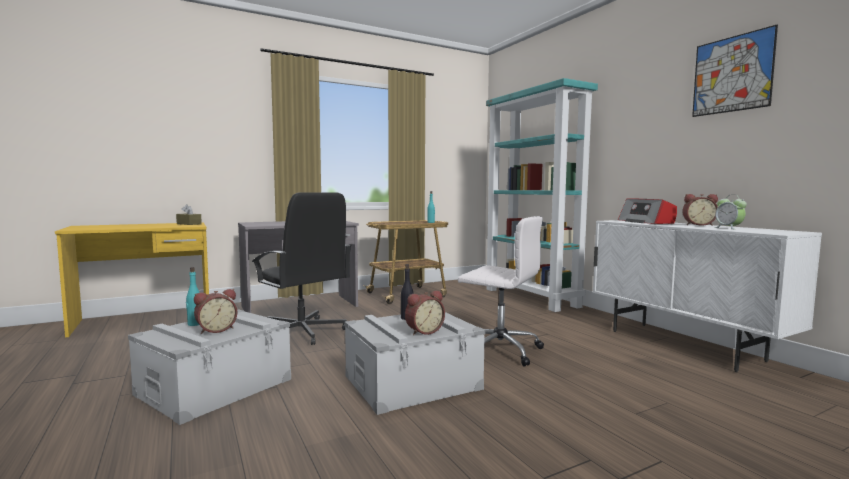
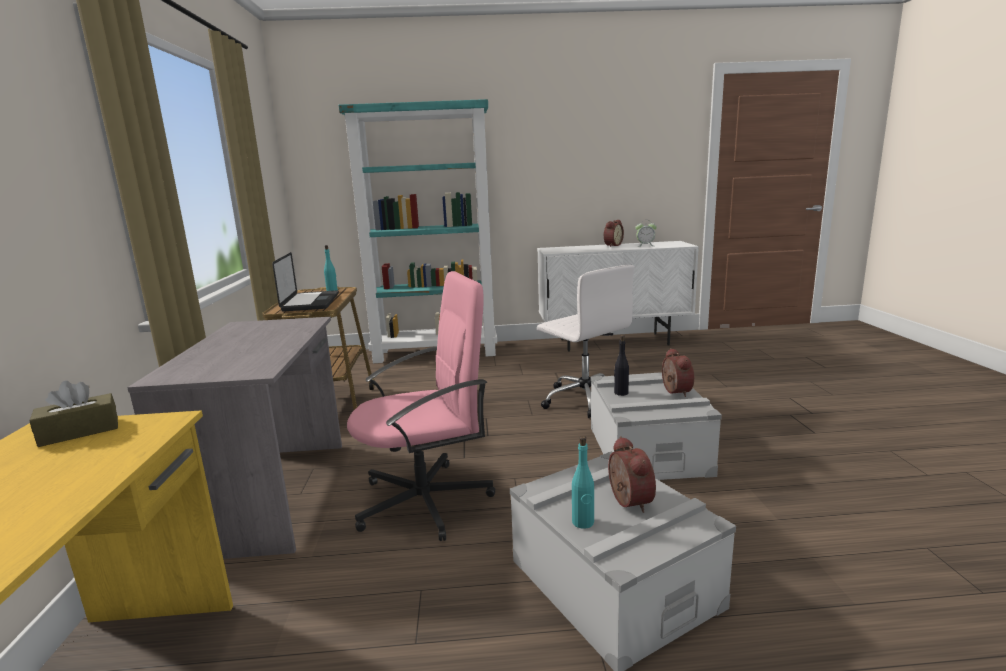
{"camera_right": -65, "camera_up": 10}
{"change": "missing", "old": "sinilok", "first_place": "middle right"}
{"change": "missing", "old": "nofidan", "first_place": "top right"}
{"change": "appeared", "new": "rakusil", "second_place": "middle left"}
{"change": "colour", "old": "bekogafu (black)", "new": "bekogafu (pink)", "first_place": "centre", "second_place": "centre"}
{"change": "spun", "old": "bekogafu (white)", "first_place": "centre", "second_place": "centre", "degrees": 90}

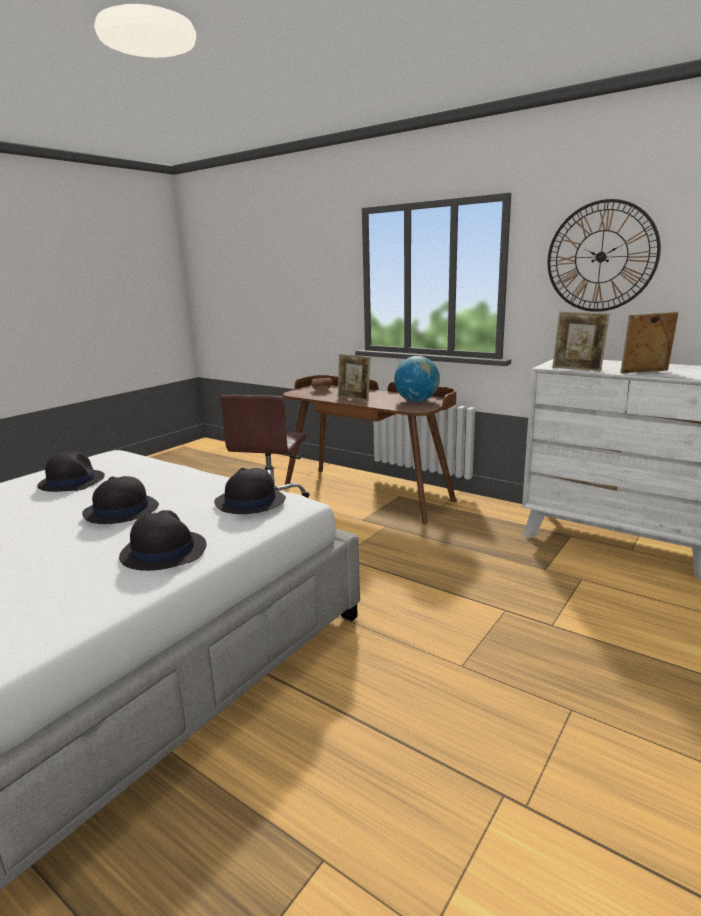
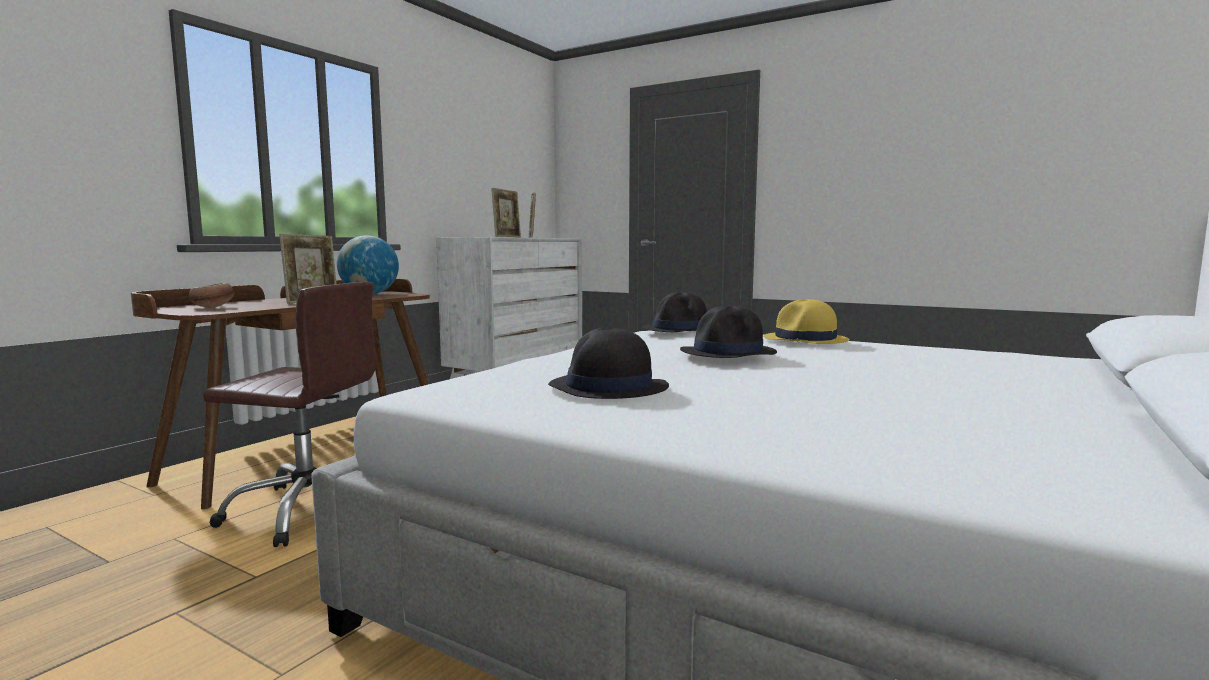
{"camera_right": -95, "camera_up": -10}
{"change": "missing", "old": "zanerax", "first_place": "top right"}
{"change": "colour", "old": "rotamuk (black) (no. 3 from left)", "new": "rotamuk (yellow)", "first_place": "middle left", "second_place": "middle right"}

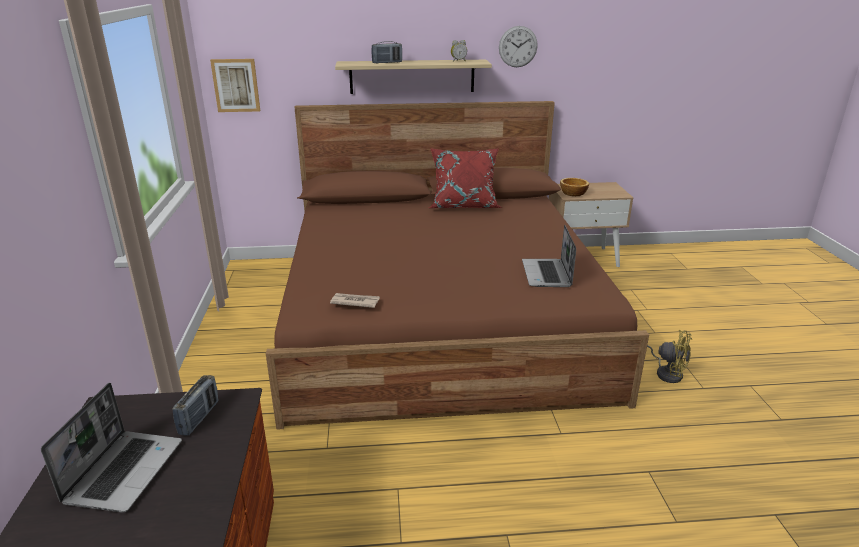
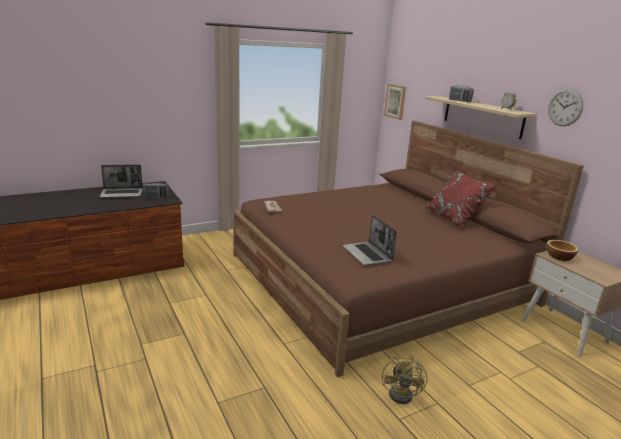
{"camera_right": 65, "camera_up": -5}
{"change": "spun", "old": "rakusil (no. 2 from left)", "first_place": "centre", "second_place": "centre", "degrees": -90}

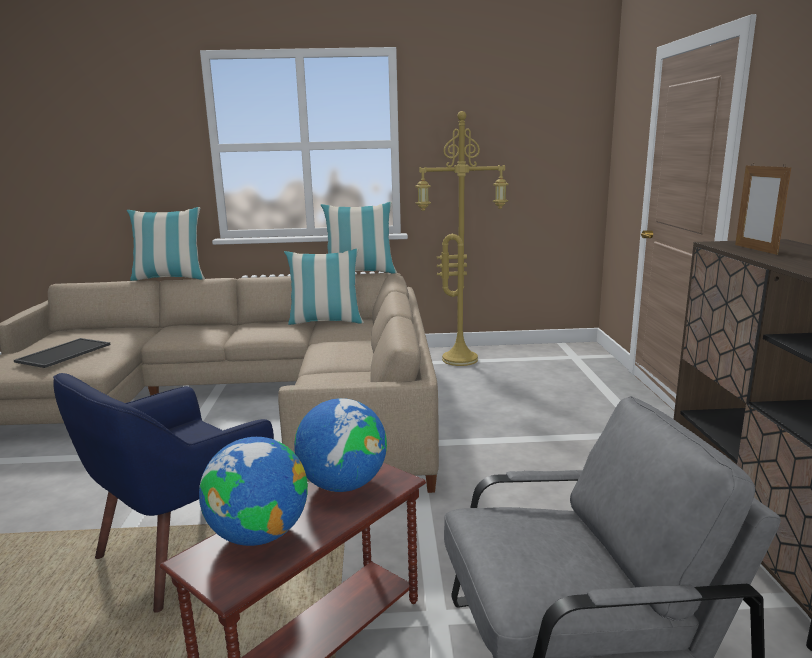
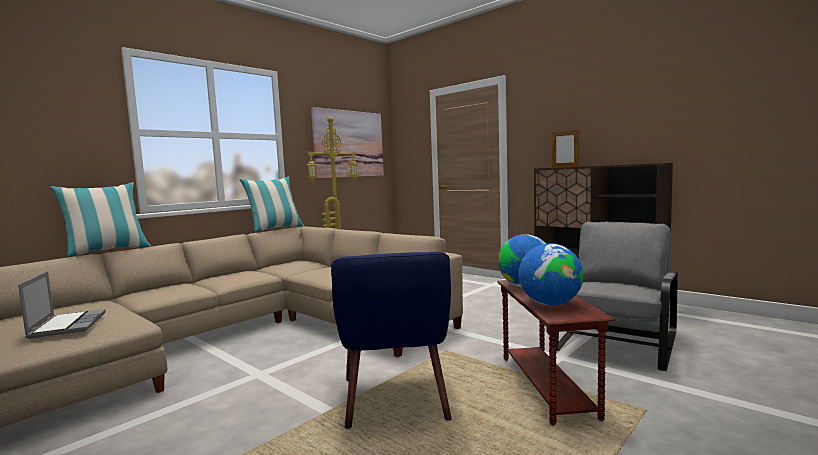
{"camera_right": -45, "camera_up": -10}
{"change": "missing", "old": "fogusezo (no. 2 from left)", "first_place": "centre"}
{"change": "appeared", "new": "nofidan", "second_place": "top centre"}
{"change": "exchanged", "old": "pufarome", "new": "rakusil", "first_place": "middle left", "second_place": "bottom left"}

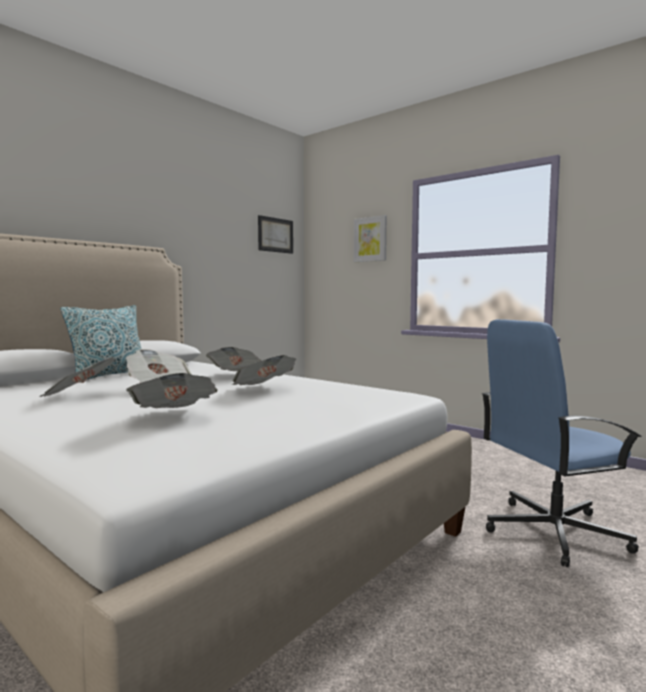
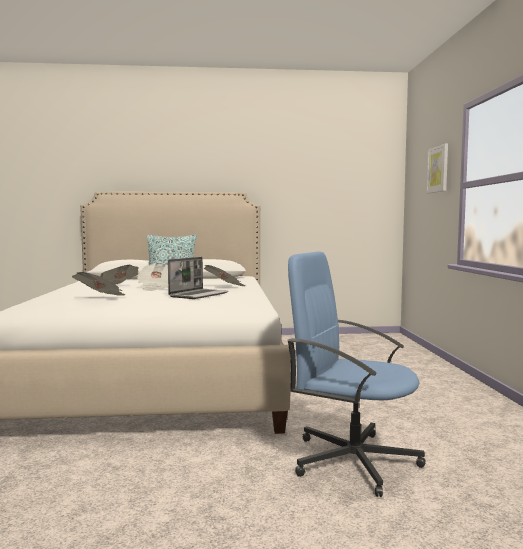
{"camera_right": 45, "camera_up": 0}
{"change": "missing", "old": "nofidan (no. 1 from left)", "first_place": "centre"}
{"change": "exchanged", "old": "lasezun (no. 5 from left)", "new": "rakusil", "first_place": "centre", "second_place": "centre"}

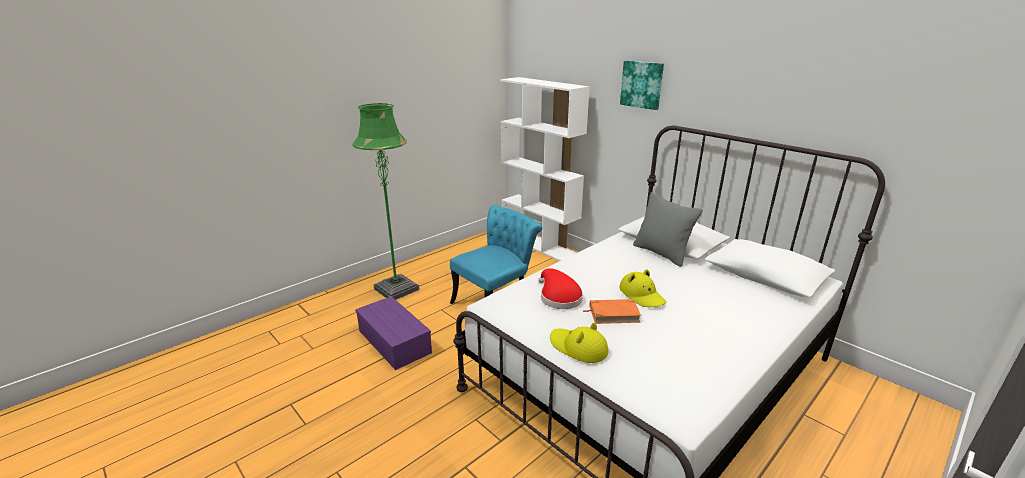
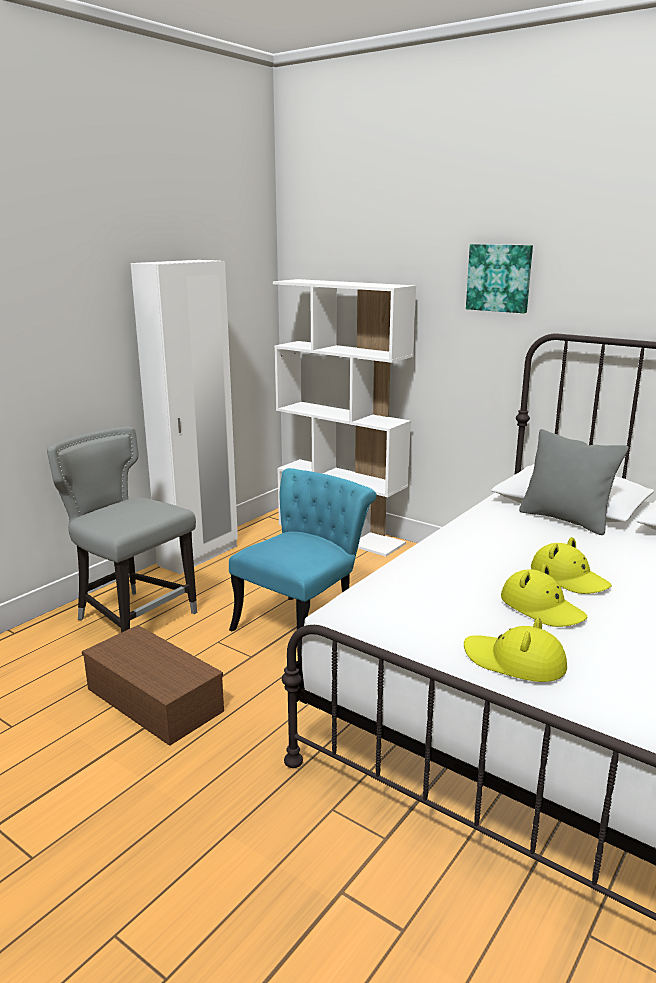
{"camera_right": -10, "camera_up": -5}
{"change": "missing", "old": "rotamuk (red)", "first_place": "centre"}
{"change": "appeared", "new": "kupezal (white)", "second_place": "middle left"}
{"change": "exchanged", "old": "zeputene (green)", "new": "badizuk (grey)", "first_place": "centre", "second_place": "middle left"}
{"change": "exchanged", "old": "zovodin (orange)", "new": "rotamuk (yellow) (no. 2 from left)", "first_place": "centre", "second_place": "middle right"}
{"change": "colour", "old": "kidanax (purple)", "new": "kidanax (brown)", "first_place": "bottom centre", "second_place": "bottom left"}

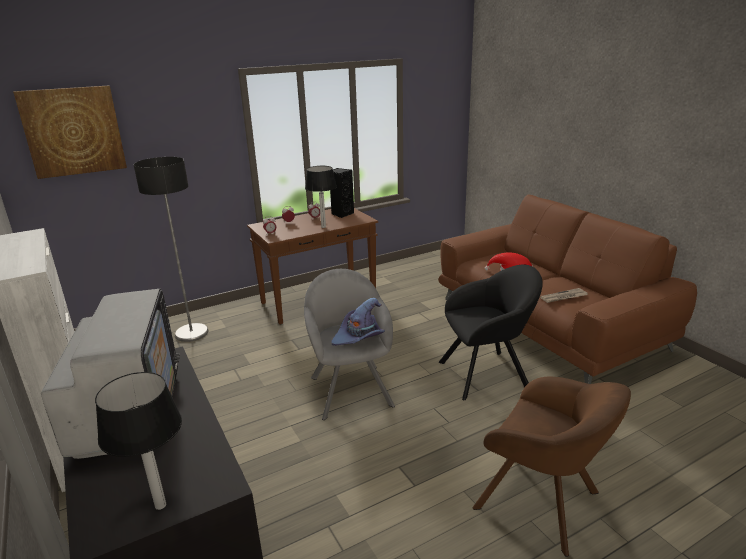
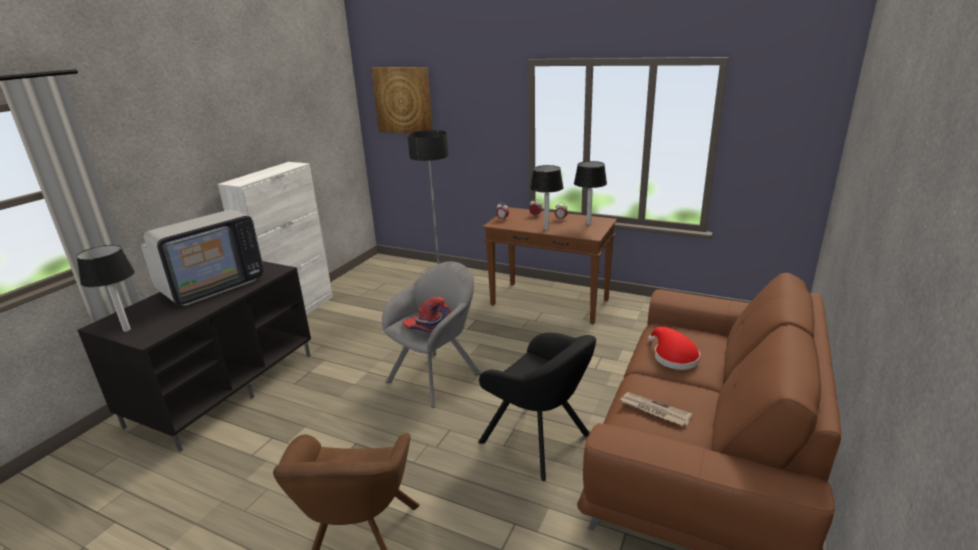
{"camera_right": 55, "camera_up": 0}
{"change": "exchanged", "old": "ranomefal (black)", "new": "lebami (no. 3 from left)", "first_place": "centre", "second_place": "centre"}
{"change": "colour", "old": "rotamuk (purple)", "new": "rotamuk (red) (no. 1 from left)", "first_place": "centre", "second_place": "centre"}

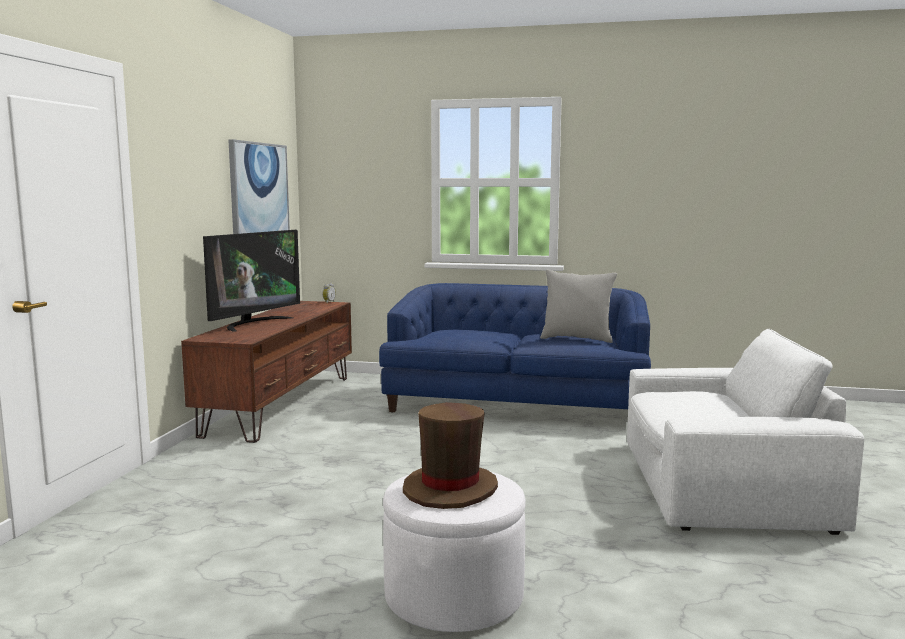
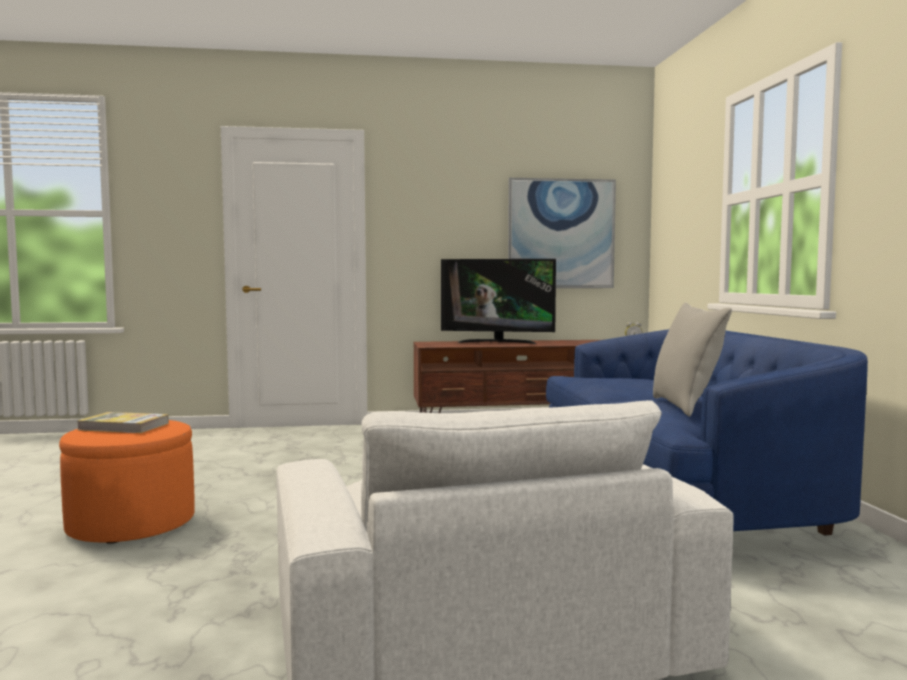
{"camera_right": 70, "camera_up": -5}
{"change": "exchanged", "old": "rotamuk (brown)", "new": "zovodin", "first_place": "bottom centre", "second_place": "middle left"}
{"change": "colour", "old": "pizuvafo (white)", "new": "pizuvafo (orange)", "first_place": "bottom centre", "second_place": "bottom left"}

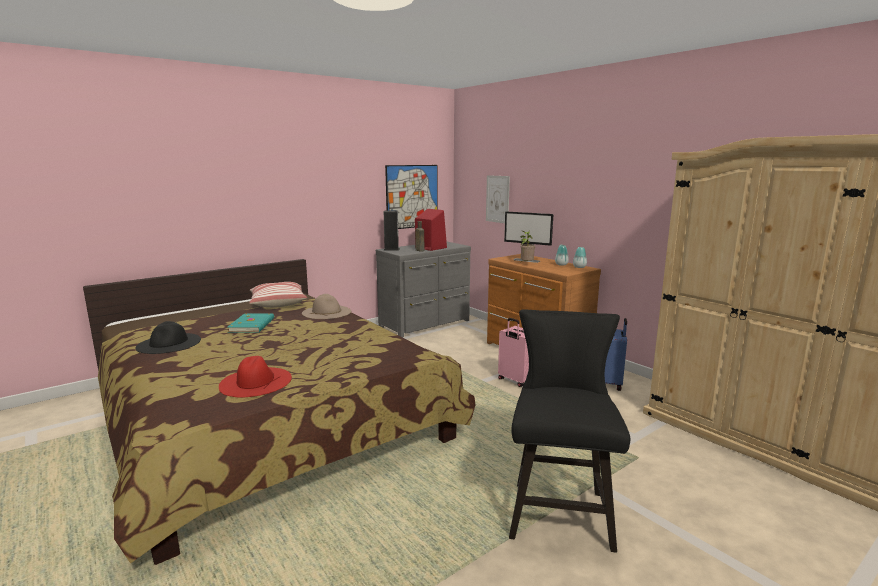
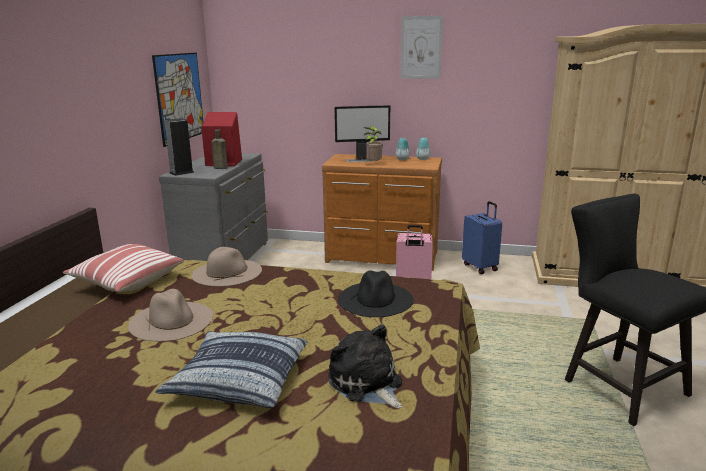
{"camera_right": -40, "camera_up": 5}
{"change": "appeared", "new": "fogusezo (no. 2 from left)", "second_place": "bottom left"}
{"change": "relocated", "old": "rotamuk (black)", "first_place": "middle left", "second_place": "centre"}
{"change": "relocated", "old": "nofidan (no. 2 from left)", "first_place": "centre", "second_place": "top centre"}
{"change": "exchanged", "old": "rotamuk (red)", "new": "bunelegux", "first_place": "middle left", "second_place": "bottom centre"}
{"change": "exchanged", "old": "zovodin (turquoise)", "new": "rotamuk (beige) (no. 1 from left)", "first_place": "middle left", "second_place": "bottom left"}

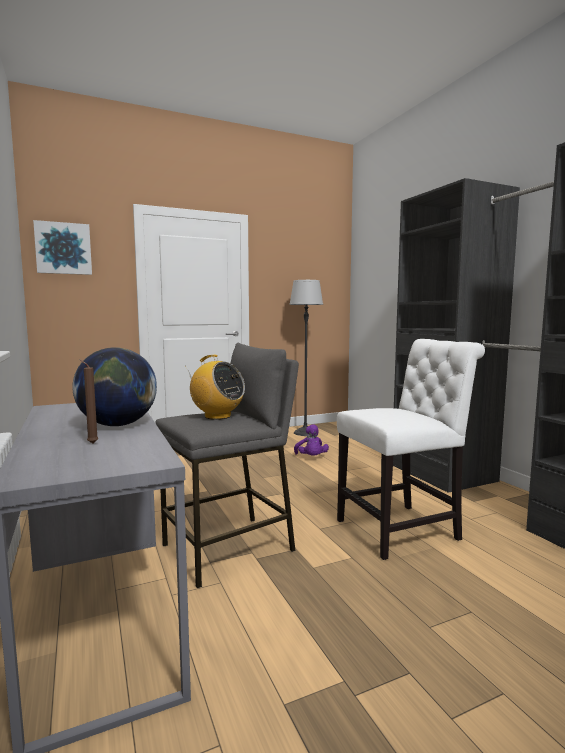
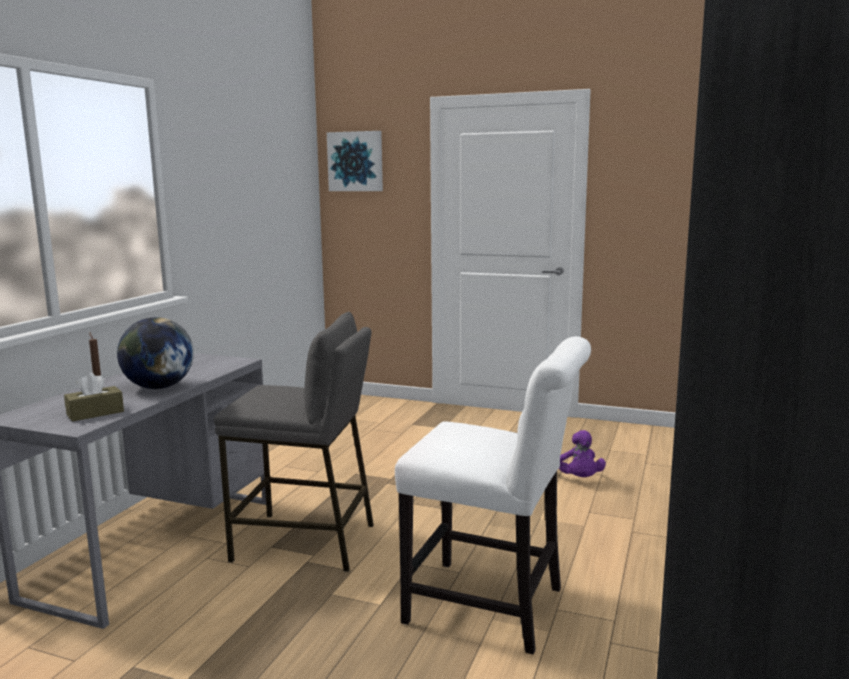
{"camera_right": 45, "camera_up": 5}
{"change": "missing", "old": "sinilok", "first_place": "centre"}
{"change": "missing", "old": "zeputene", "first_place": "centre"}
{"change": "appeared", "new": "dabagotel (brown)", "second_place": "middle left"}
{"change": "spun", "old": "bunelegux (purple)", "first_place": "centre", "second_place": "bottom right", "degrees": -45}

